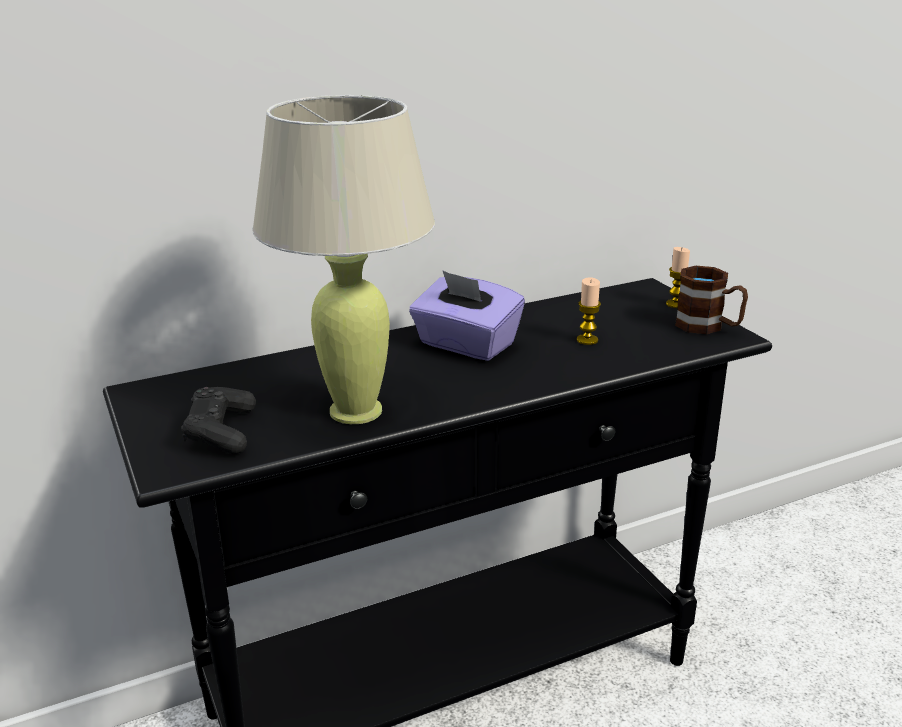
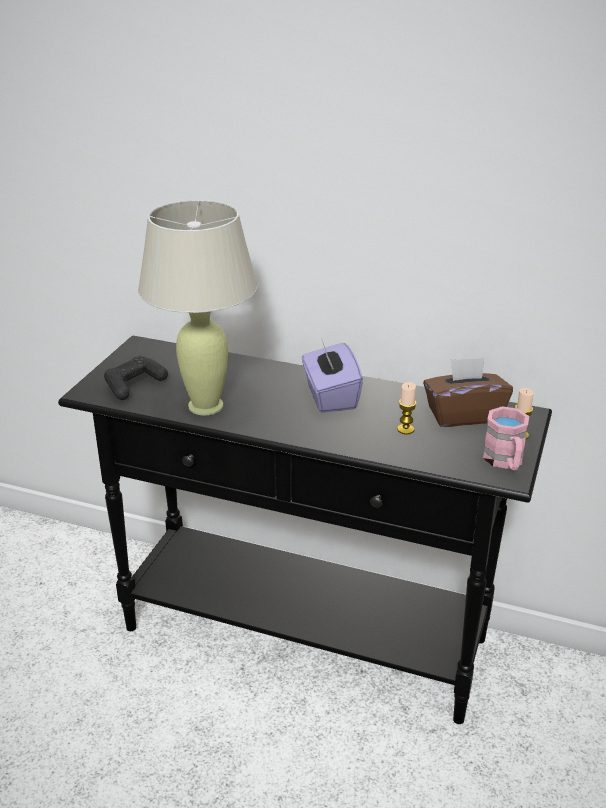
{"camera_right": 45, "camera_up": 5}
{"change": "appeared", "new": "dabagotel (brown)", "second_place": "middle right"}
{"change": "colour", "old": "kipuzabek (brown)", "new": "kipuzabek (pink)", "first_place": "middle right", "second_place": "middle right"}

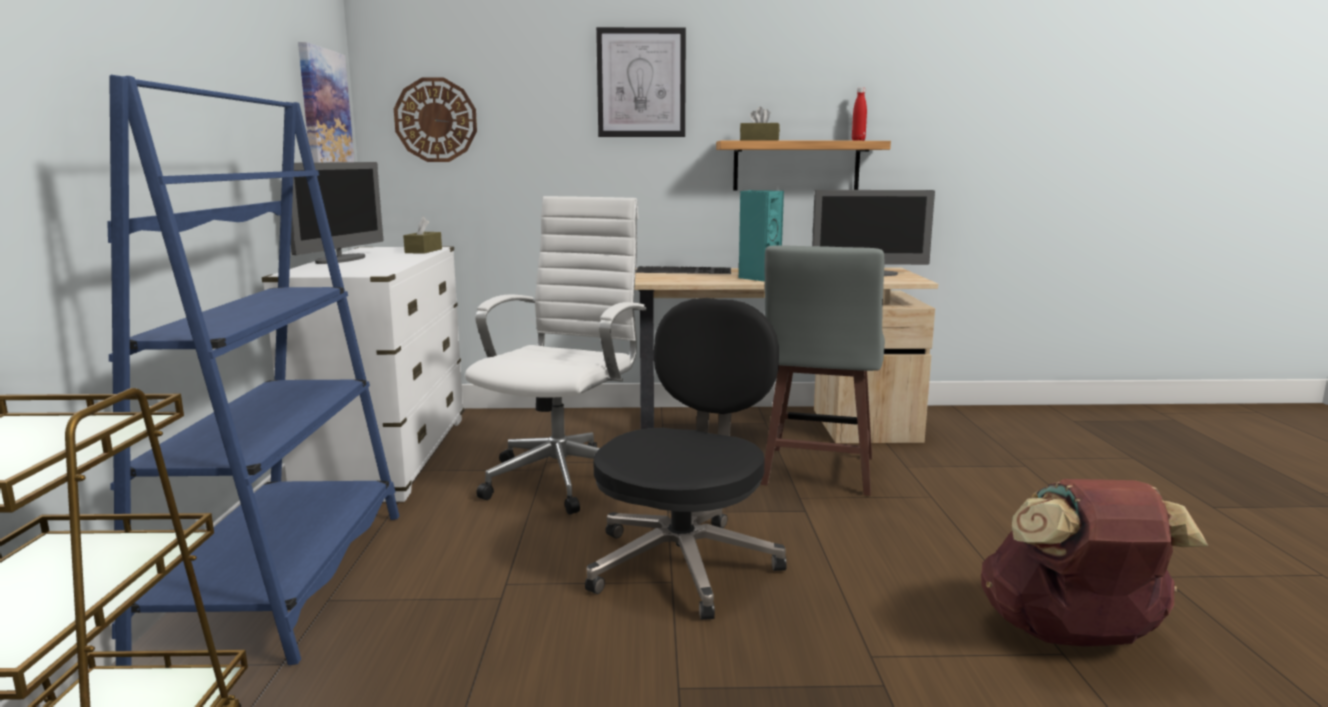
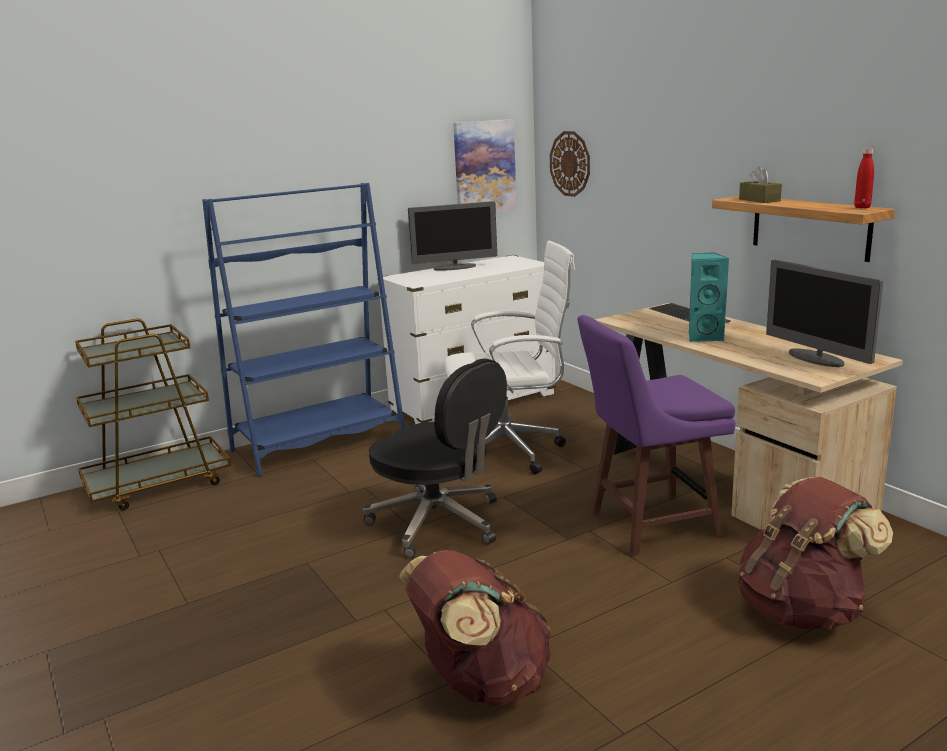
{"camera_right": 60, "camera_up": 5}
{"change": "missing", "old": "dabagotel (brown) (no. 1 from left)", "first_place": "top left"}
{"change": "missing", "old": "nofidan (no. 2 from left)", "first_place": "top centre"}
{"change": "appeared", "new": "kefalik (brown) (no. 2 from left)", "second_place": "bottom right"}
{"change": "colour", "old": "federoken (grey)", "new": "federoken (purple)", "first_place": "centre", "second_place": "middle right"}
{"change": "spun", "old": "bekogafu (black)", "first_place": "centre", "second_place": "centre", "degrees": 45}

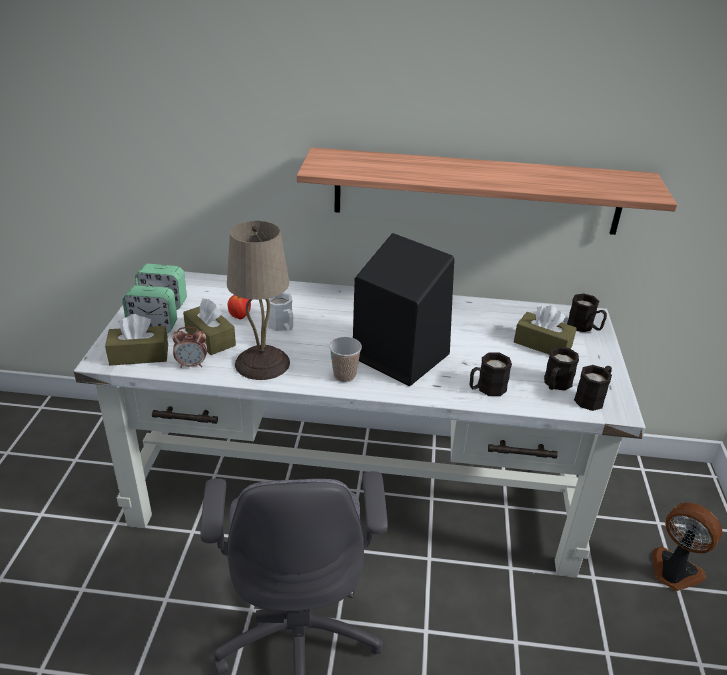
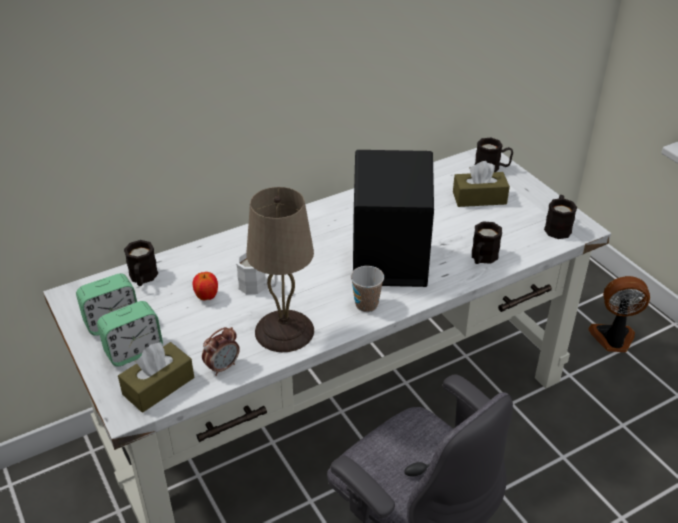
{"camera_right": -35, "camera_up": 5}
{"change": "missing", "old": "dabagotel (brown) (no. 2 from left)", "first_place": "middle left"}
{"change": "missing", "old": "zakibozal", "first_place": "top right"}
{"change": "relocated", "old": "kipuzabek (black) (no. 2 from left in the first image)", "new": "kipuzabek (black) (no. 1 from left)", "first_place": "middle right", "second_place": "middle left"}

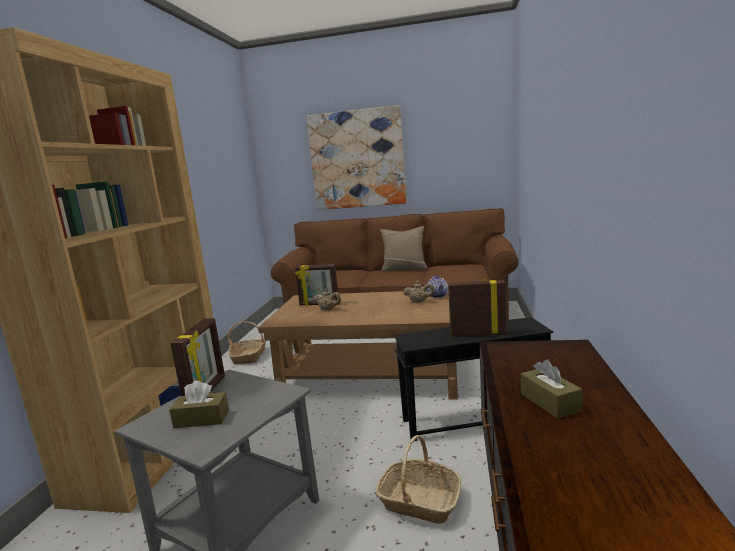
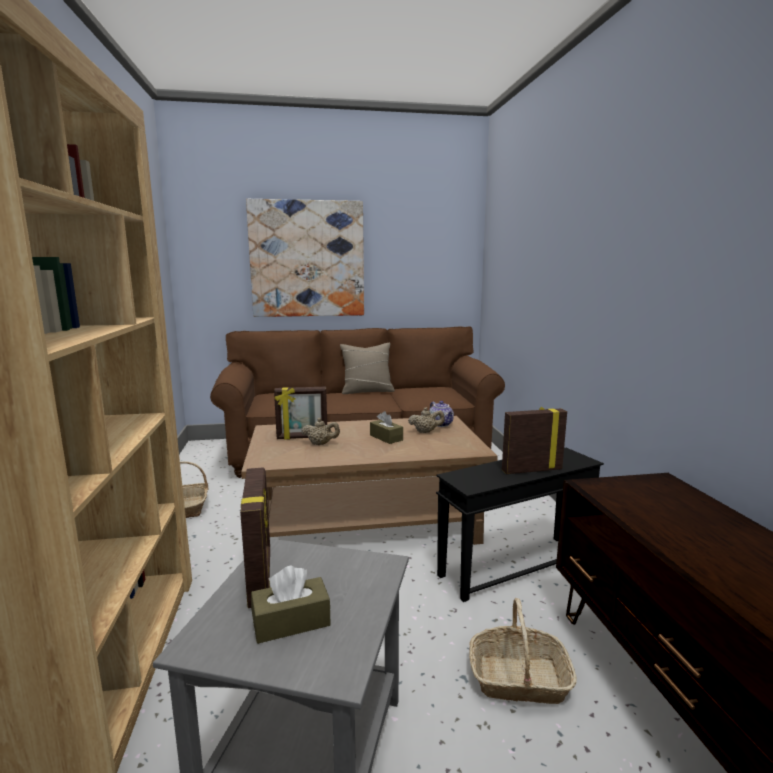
{"camera_right": -20, "camera_up": 0}
{"change": "relocated", "old": "dabagotel (brown) (no. 2 from left)", "first_place": "bottom right", "second_place": "centre"}

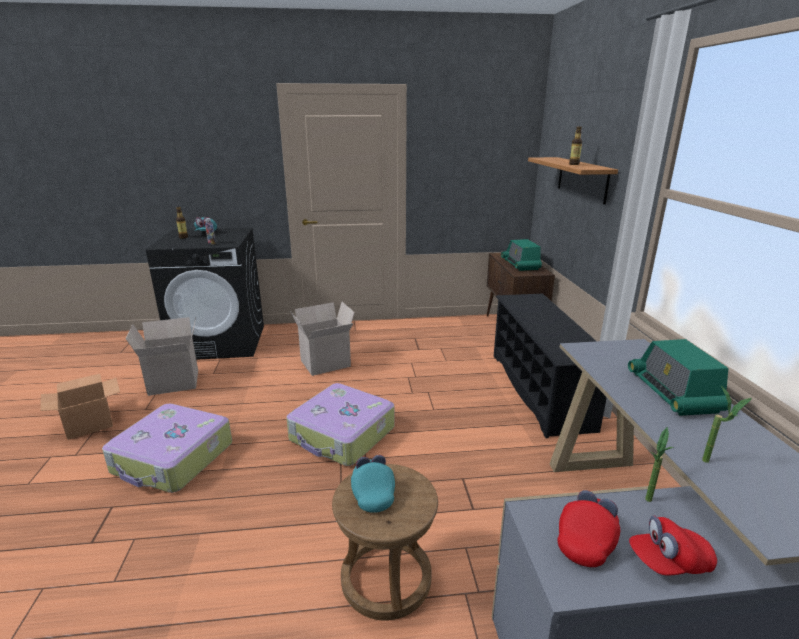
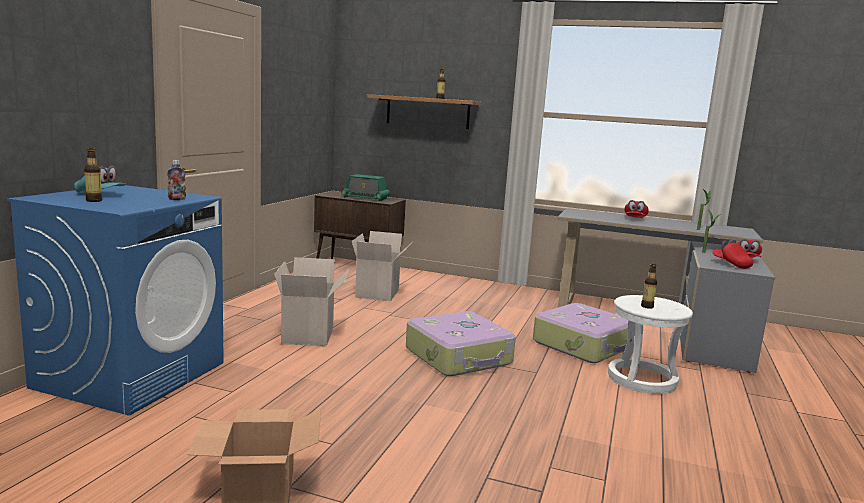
{"camera_right": -65, "camera_up": -10}
{"change": "missing", "old": "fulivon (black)", "first_place": "middle right"}
{"change": "relocated", "old": "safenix (no. 1 from left in the first image)", "new": "safenix (no. 2 from left)", "first_place": "bottom left", "second_place": "middle right"}
{"change": "relocated", "old": "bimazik (no. 2 from left in the first image)", "new": "bimazik (no. 3 from left)", "first_place": "middle left", "second_place": "centre"}
{"change": "exchanged", "old": "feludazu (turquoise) (no. 2 from left)", "new": "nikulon (no. 4 from left)", "first_place": "bottom centre", "second_place": "middle right"}
{"change": "exchanged", "old": "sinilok (no. 2 from left)", "new": "feludazu (red) (no. 1 from left)", "first_place": "middle right", "second_place": "middle right"}
{"change": "colour", "old": "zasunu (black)", "new": "zasunu (blue)", "first_place": "middle left", "second_place": "middle left"}
{"change": "colour", "old": "federoken (brown)", "new": "federoken (white)", "first_place": "bottom centre", "second_place": "bottom right"}

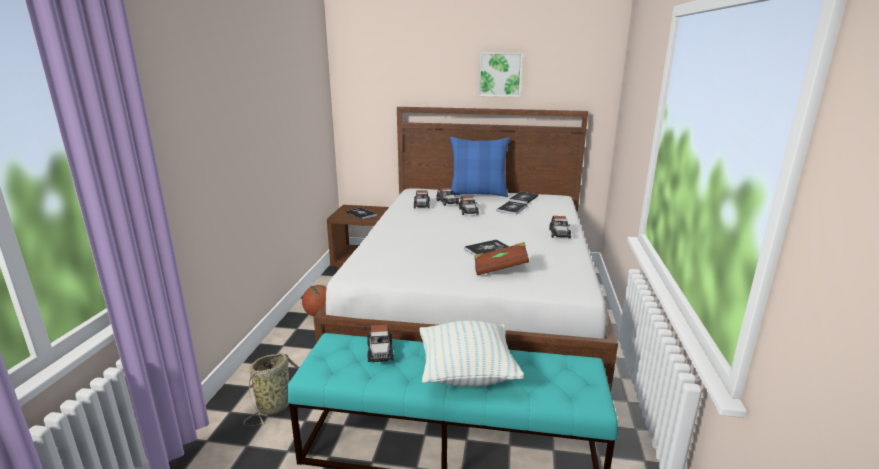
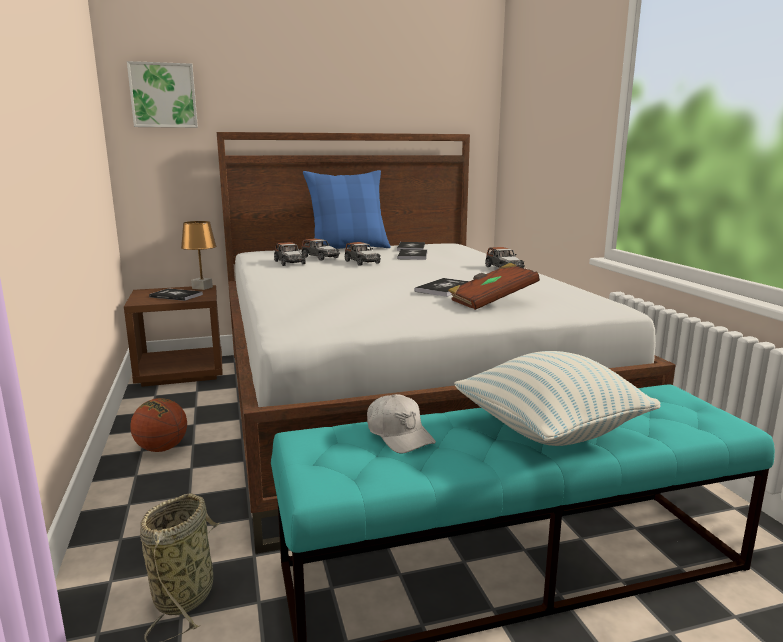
{"camera_right": -25, "camera_up": -5}
{"change": "appeared", "new": "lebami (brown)", "second_place": "middle left"}
{"change": "relocated", "old": "nofidan", "first_place": "top centre", "second_place": "top left"}
{"change": "exchanged", "old": "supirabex (no. 1 from left)", "new": "feludazu (white)", "first_place": "bottom centre", "second_place": "centre"}

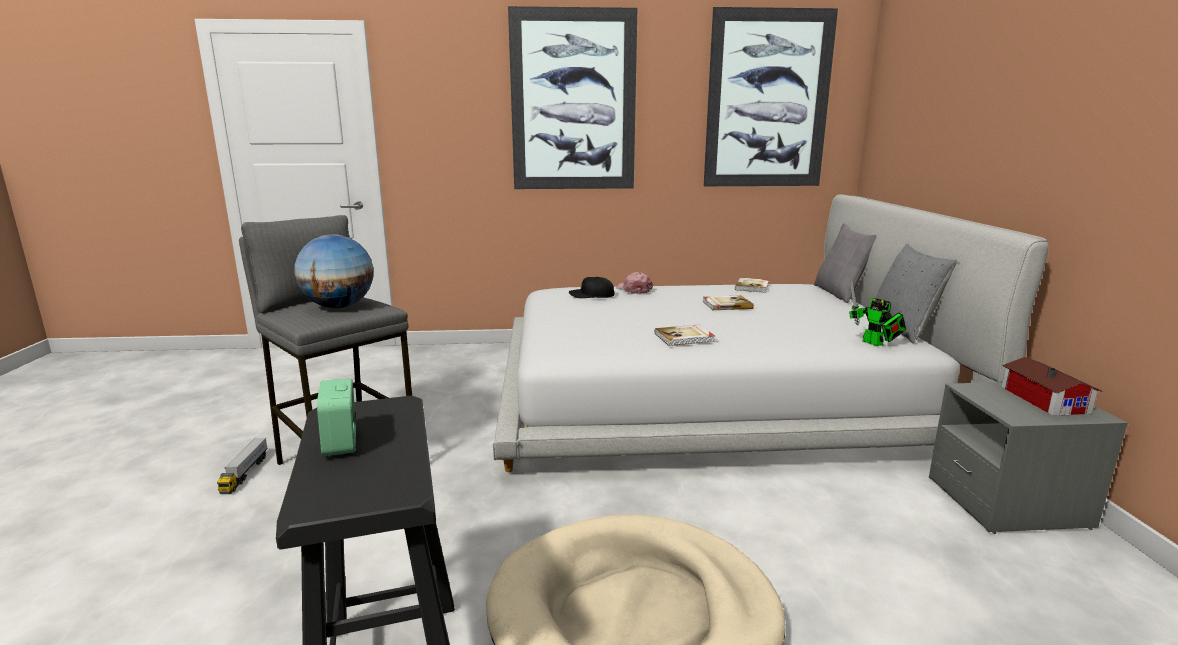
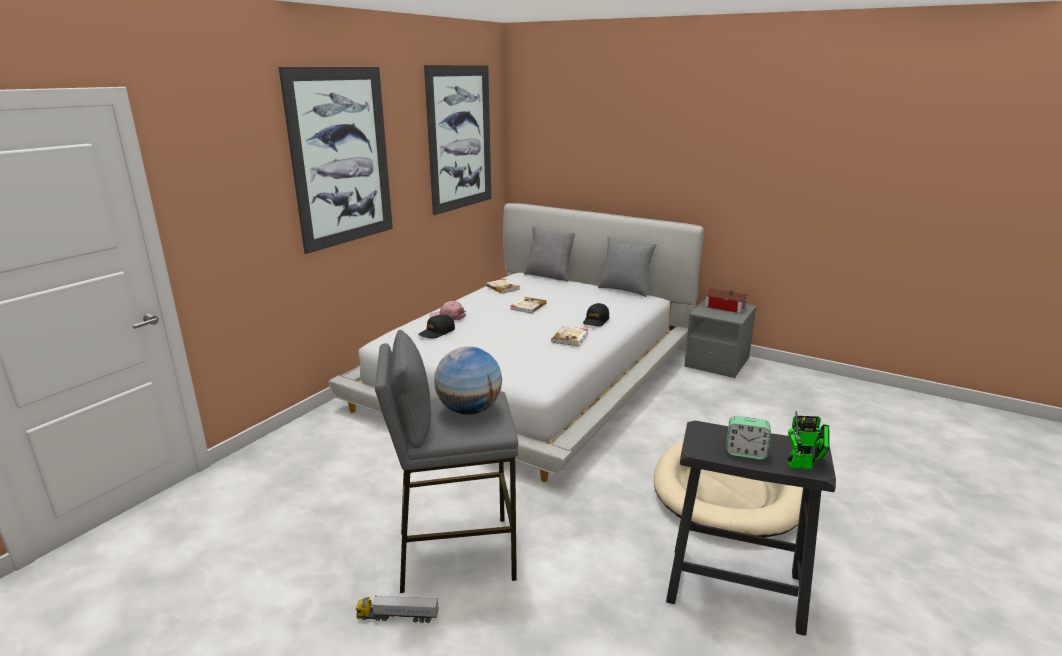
{"camera_right": -55, "camera_up": 5}
{"change": "appeared", "new": "feludazu (black) (no. 2 from left)", "second_place": "centre"}
{"change": "relocated", "old": "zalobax", "first_place": "middle right", "second_place": "bottom right"}
{"change": "spun", "old": "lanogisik", "first_place": "bottom left", "second_place": "bottom centre", "degrees": 150}

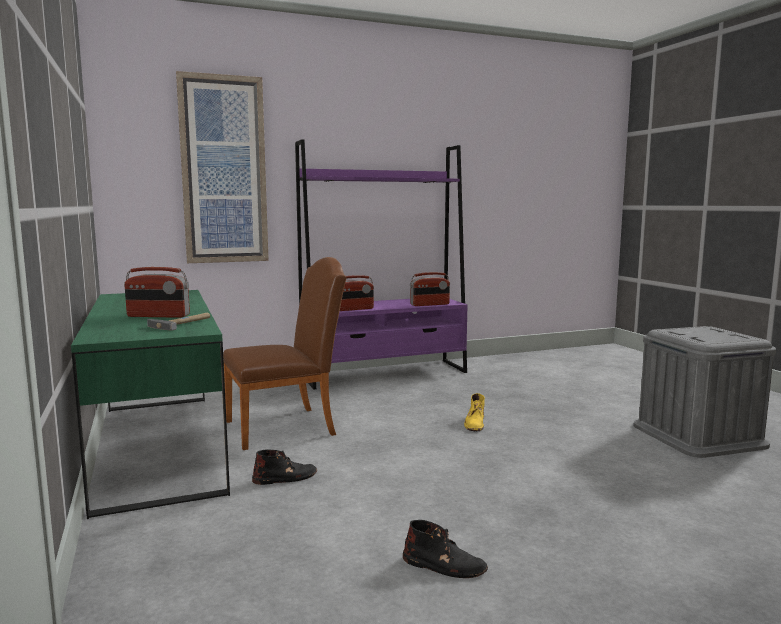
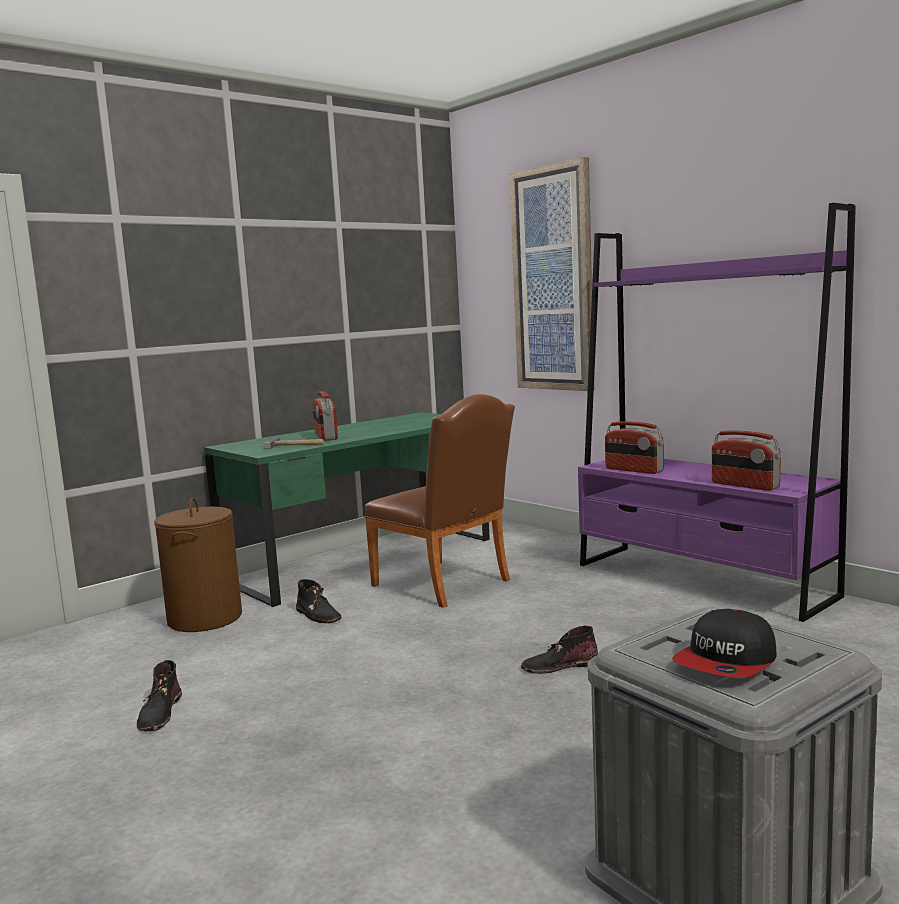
{"camera_right": 70, "camera_up": 0}
{"change": "appeared", "new": "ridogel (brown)", "second_place": "middle left"}
{"change": "appeared", "new": "feludazu", "second_place": "bottom right"}
{"change": "colour", "old": "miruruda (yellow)", "new": "miruruda (black) (no. 3 from left)", "first_place": "centre", "second_place": "bottom centre"}

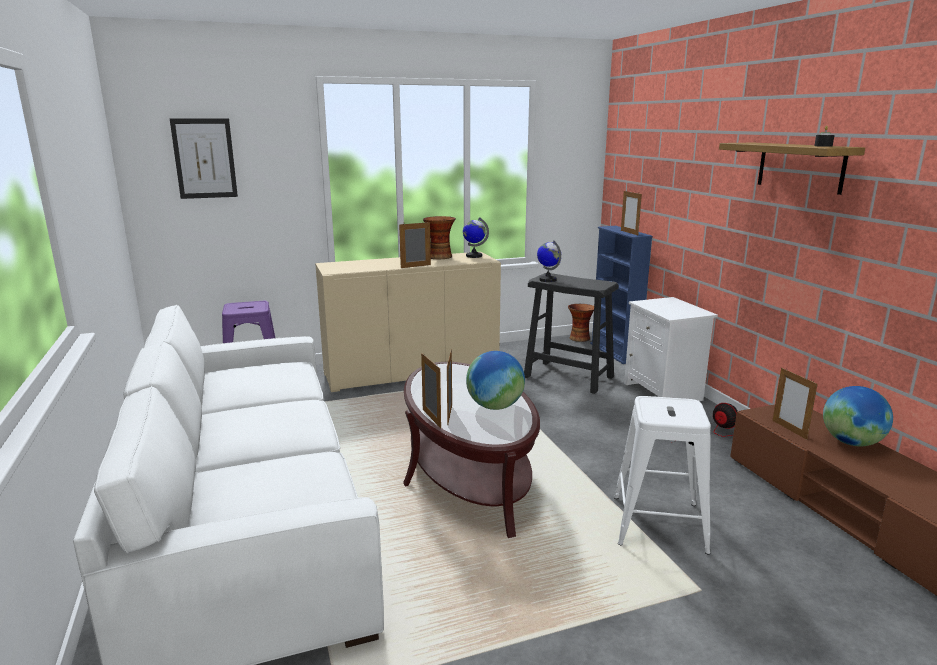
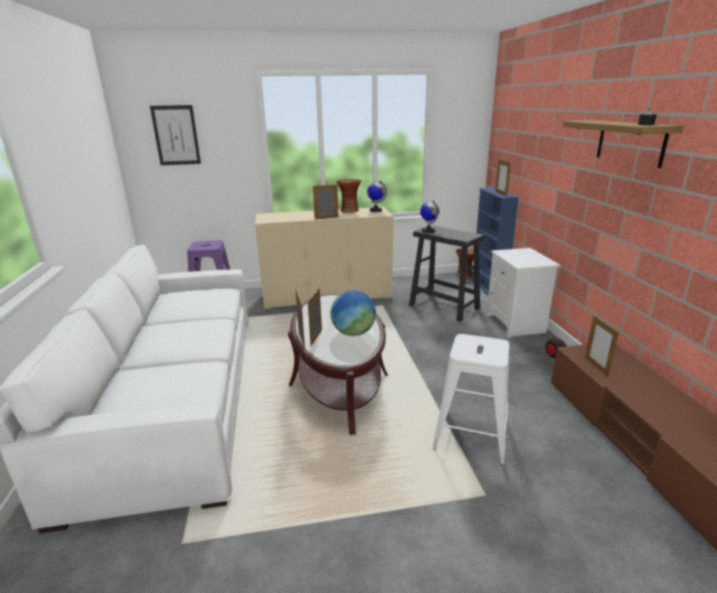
{"camera_right": 10, "camera_up": 5}
{"change": "missing", "old": "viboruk (no. 4 from left)", "first_place": "middle right"}

